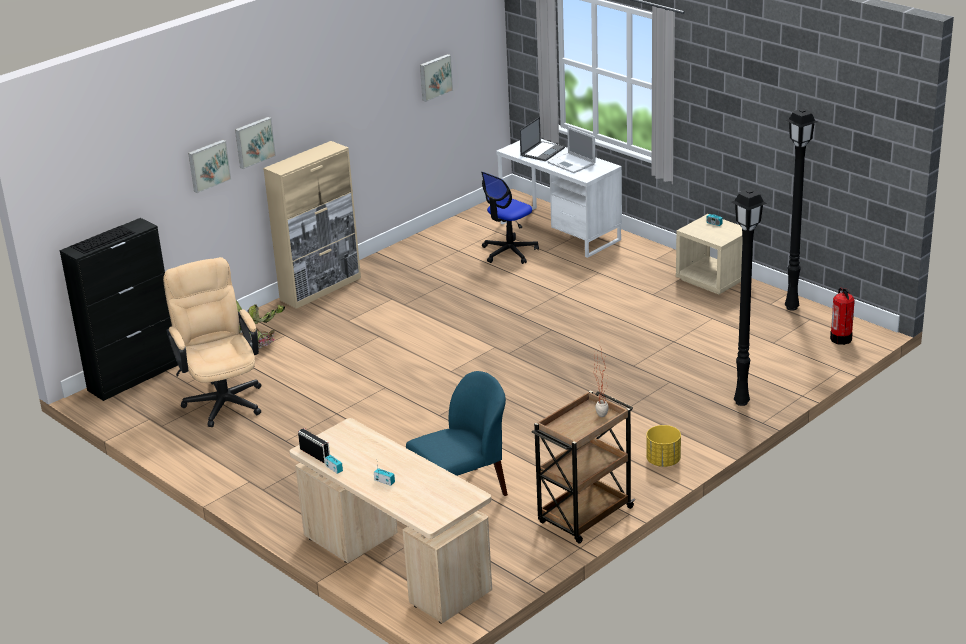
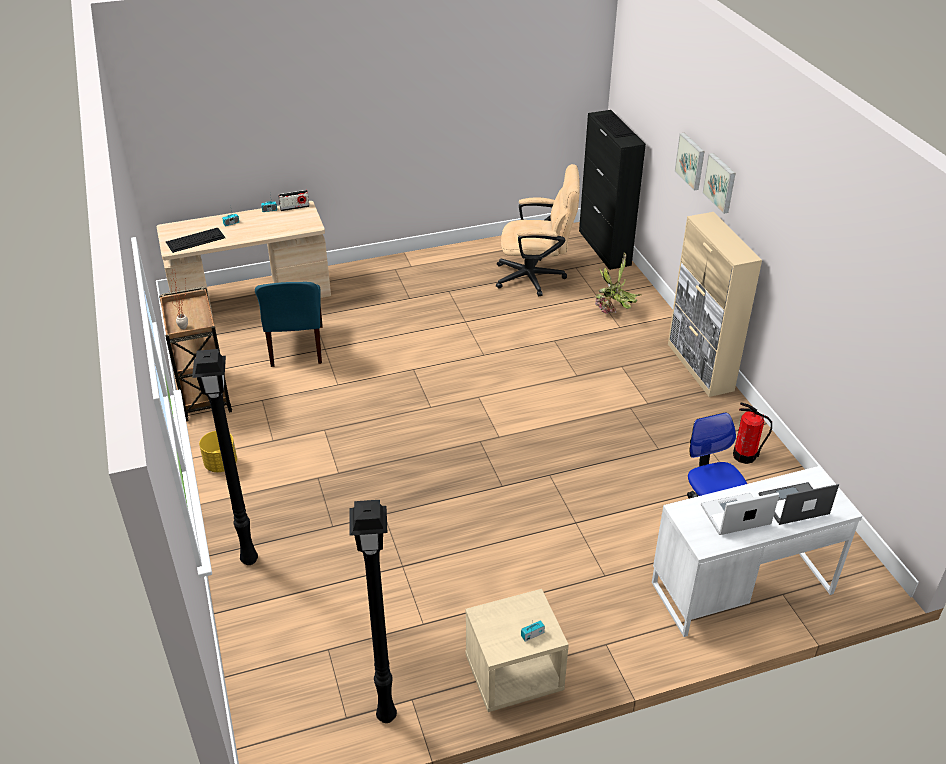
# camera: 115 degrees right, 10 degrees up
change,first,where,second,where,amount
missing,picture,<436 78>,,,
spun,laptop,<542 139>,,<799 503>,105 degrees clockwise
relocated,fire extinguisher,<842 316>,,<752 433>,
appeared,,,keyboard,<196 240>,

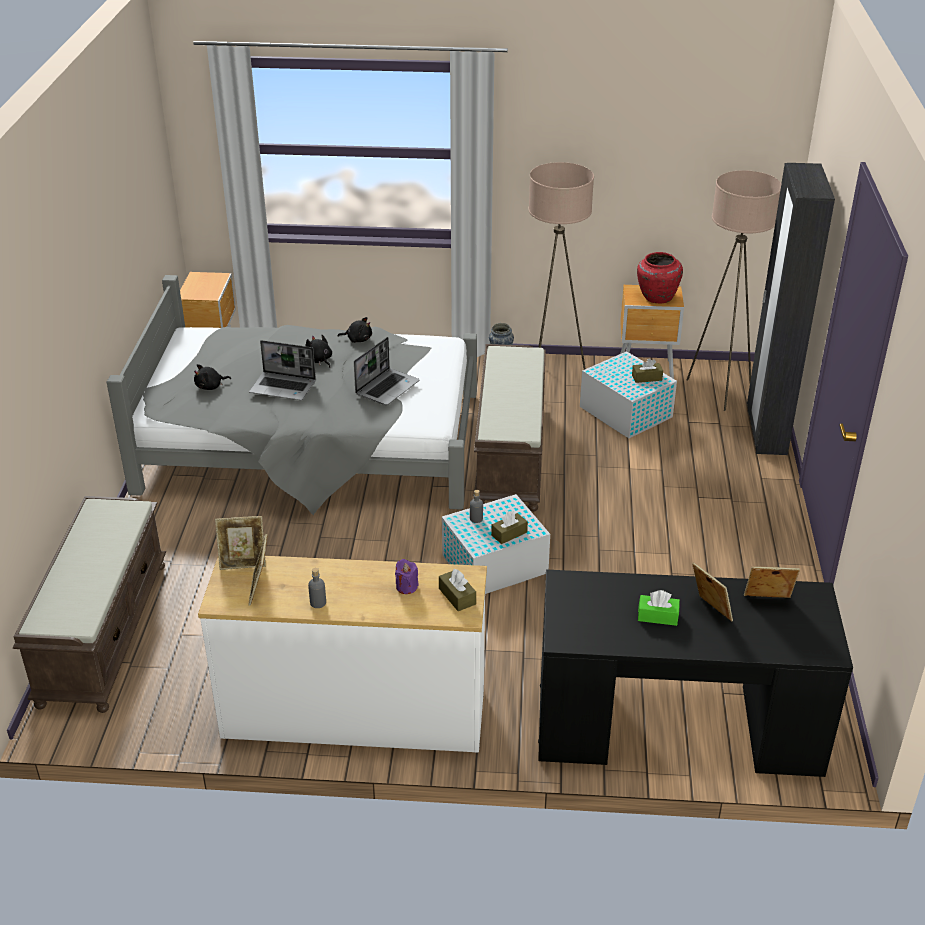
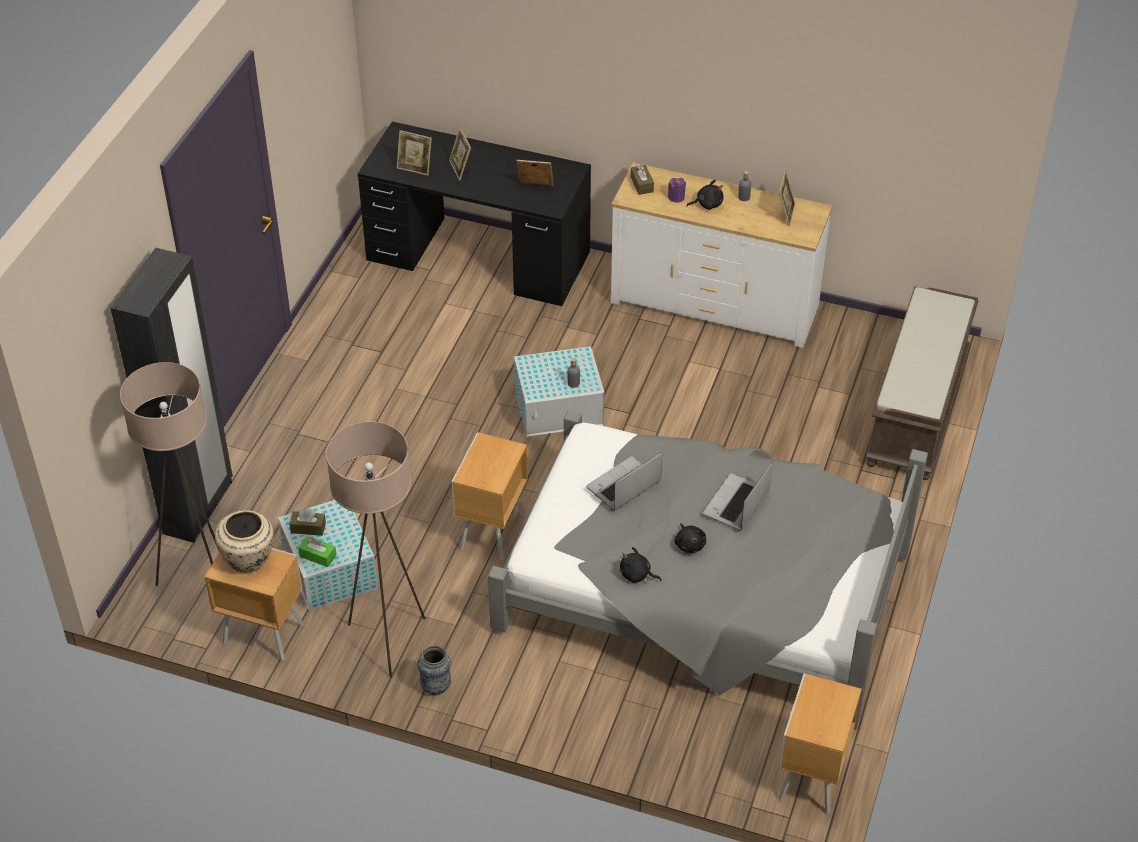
# camera: 165 degrees left, 10 degrees up
change,first,where,second,where,amount
relocated,black plush toy,<212 377>,,<705 195>,
relocated,picture frame,<240 543>,,<535 173>,
spun,laptop,<282 370>,,<737 496>,90 degrees counterclockwise
exchanged,brown bench,<510 428>,brown nightstand,<490 496>,
missing,brown tissue box,<509 527>,,,
colour,red vase,<660 278>,beige vase,<244 541>,
relocated,green tissue box,<659 608>,,<317 551>,

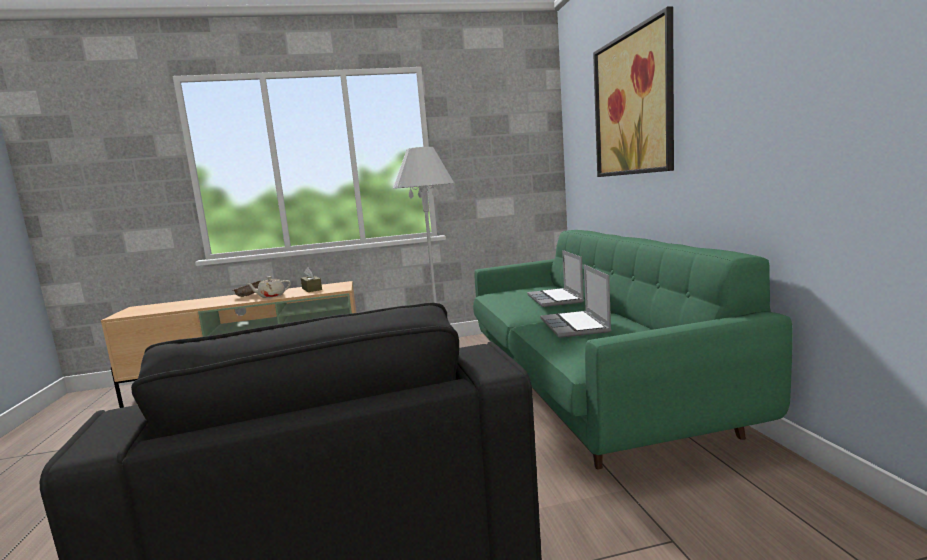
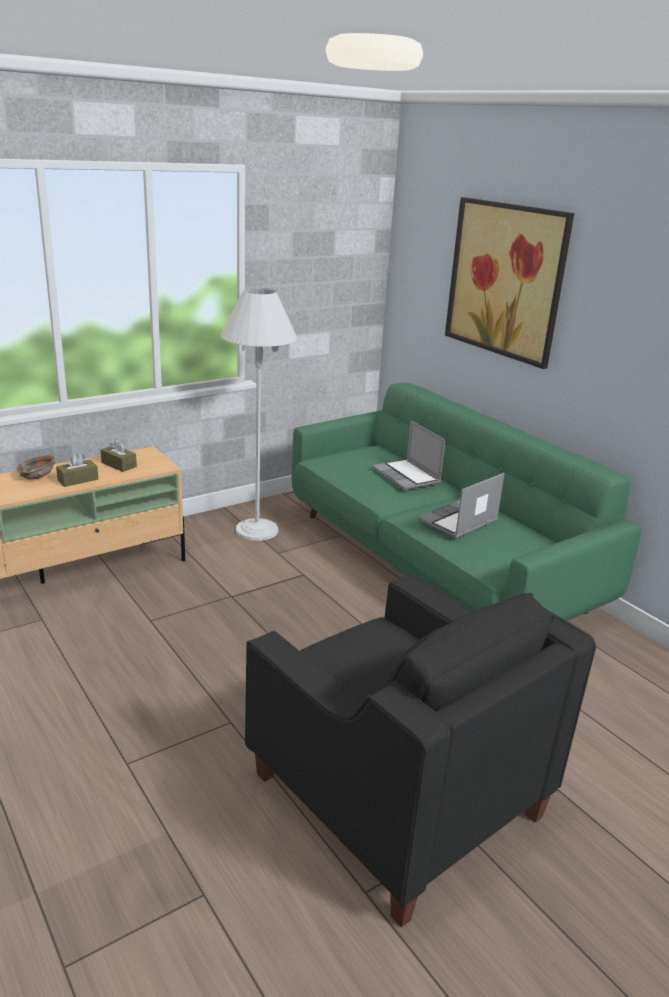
# camera: 25 degrees left, 15 degrees up
change,first,where,second,where,amount
exchanged,beige teapot,<268 287>,brown tissue box,<77 470>,
spun,laptop,<575 301>,,<461 506>,75 degrees clockwise

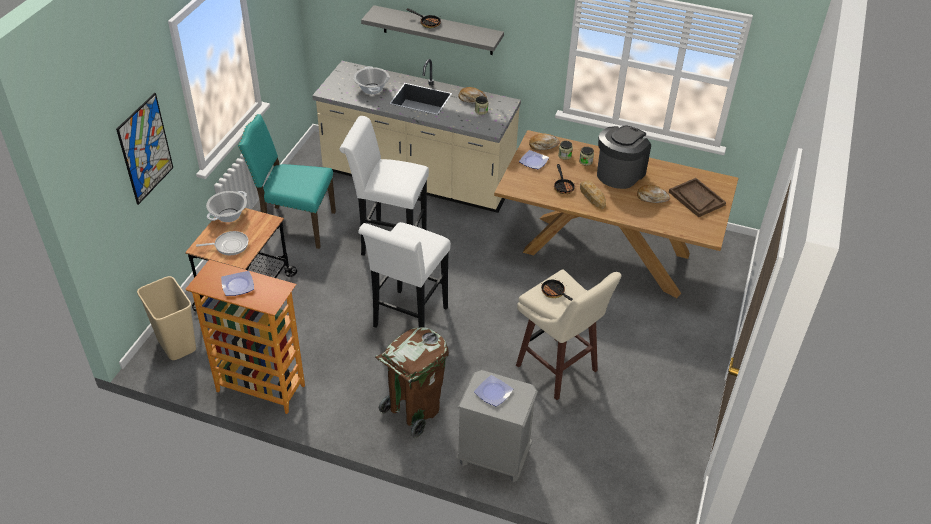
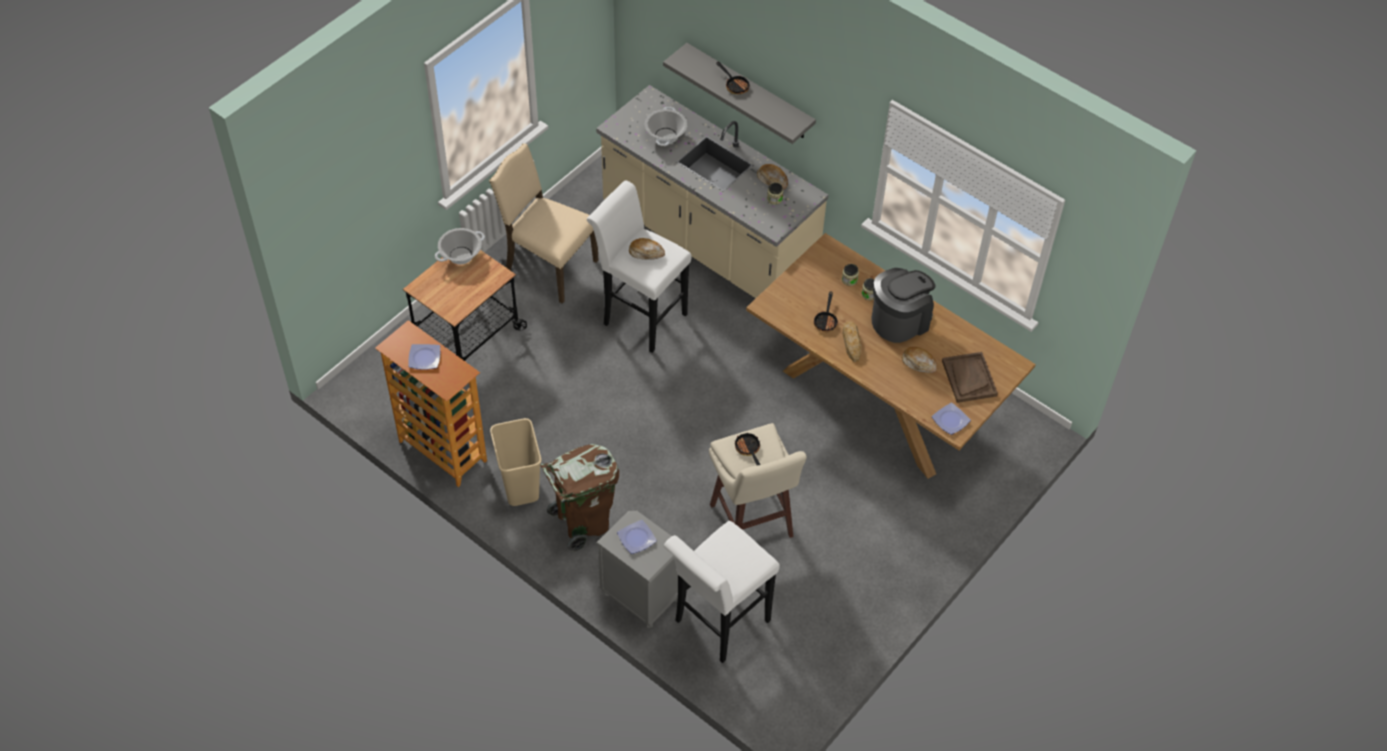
# camera: 20 degrees right, 10 degrees up
change,first,where,second,where,amount
missing,picture,<144 149>,,,
relocated,beige trash can,<166 318>,,<516 462>,
missing,frying pan,<222 243>,,,
colour,turquoise chair,<287 181>,beige chair,<543 223>,
relocated,white stool,<404 275>,,<722 592>,
relocated,plate,<534 159>,,<951 419>,
relocated,bread,<544 142>,,<647 249>,

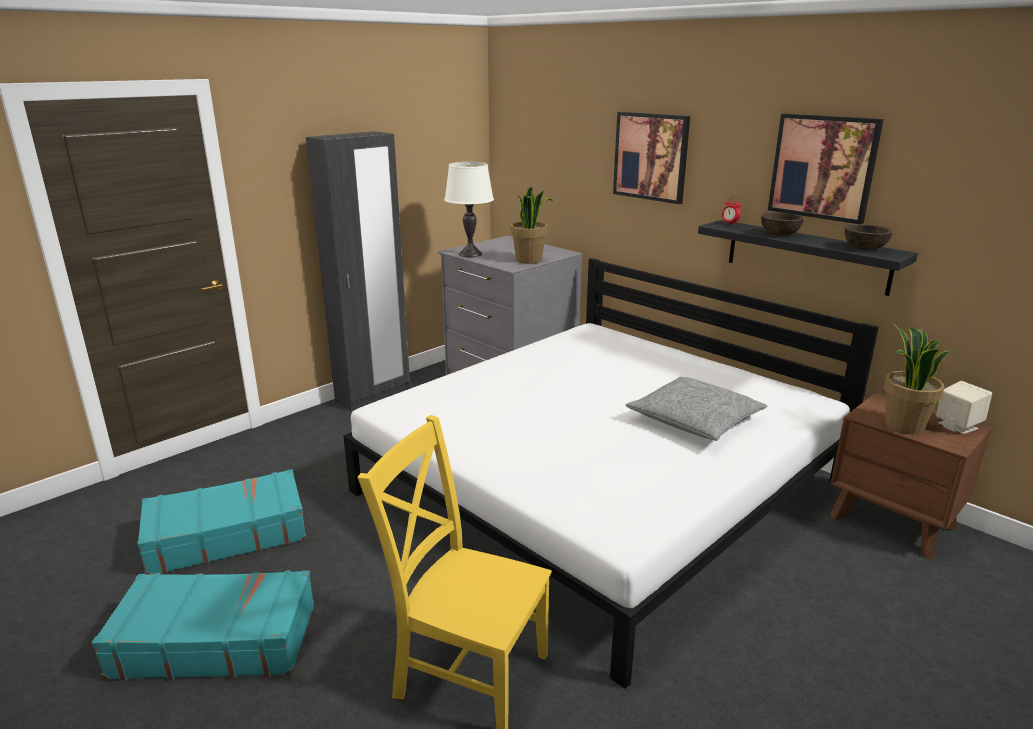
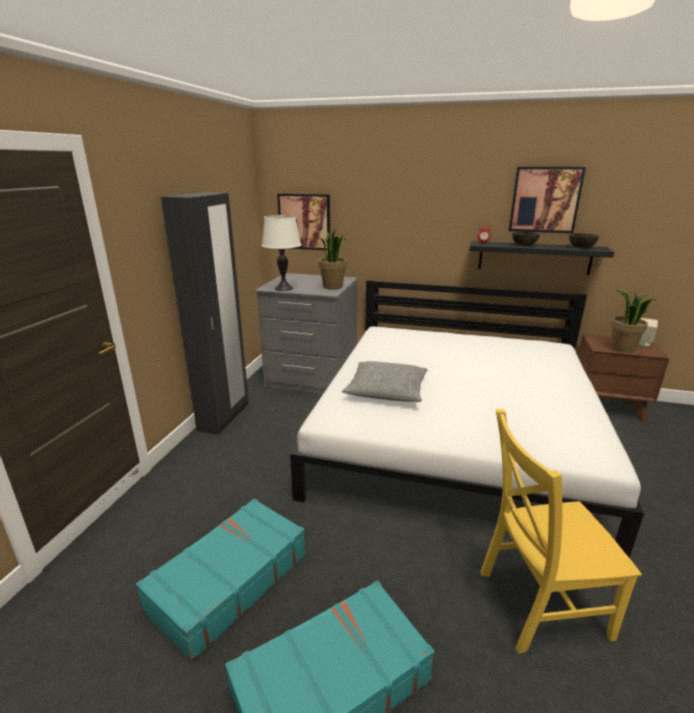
# camera: 30 degrees left, 0 degrees up
change,first,where,second,where,amount
relocated,picture,<651 158>,,<303 221>,
relocated,grey pillow,<696 409>,,<385 381>,

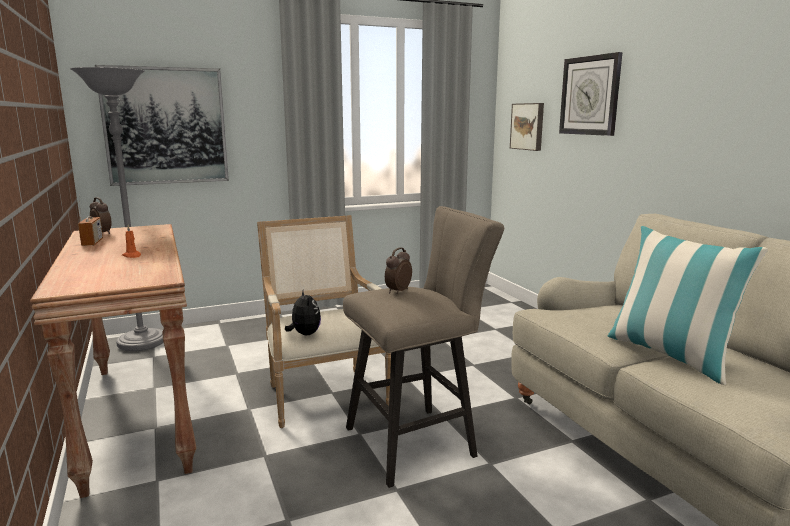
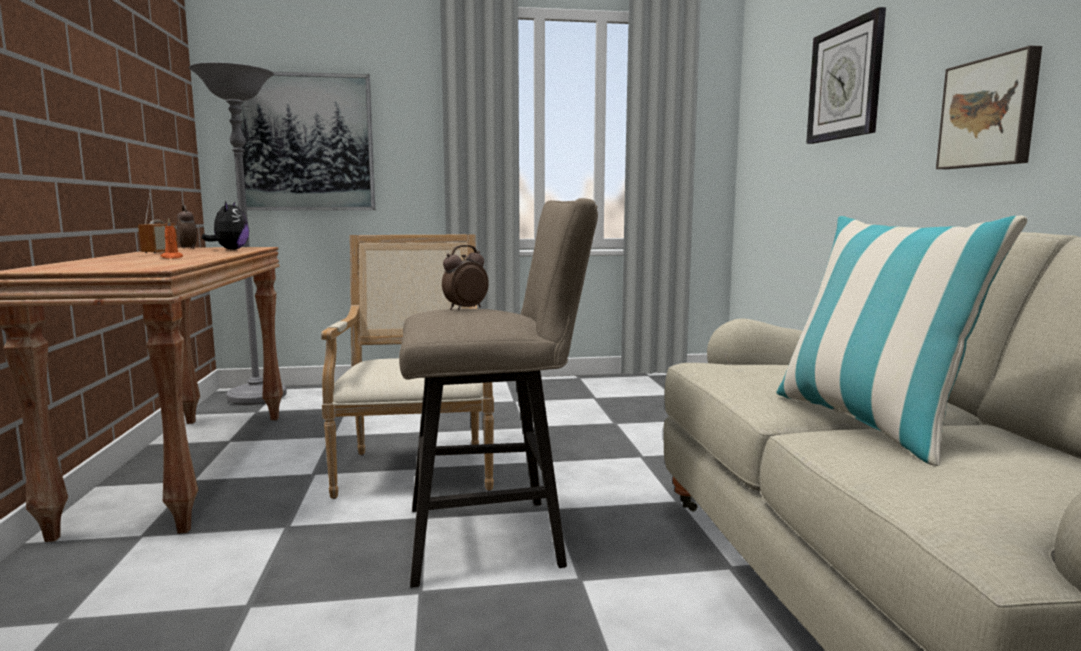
# camera: 15 degrees right, 5 degrees down
change,first,where,second,where,amount
relocated,plush toy,<303 312>,,<225 225>,
relocated,picture,<527 127>,,<989 107>,

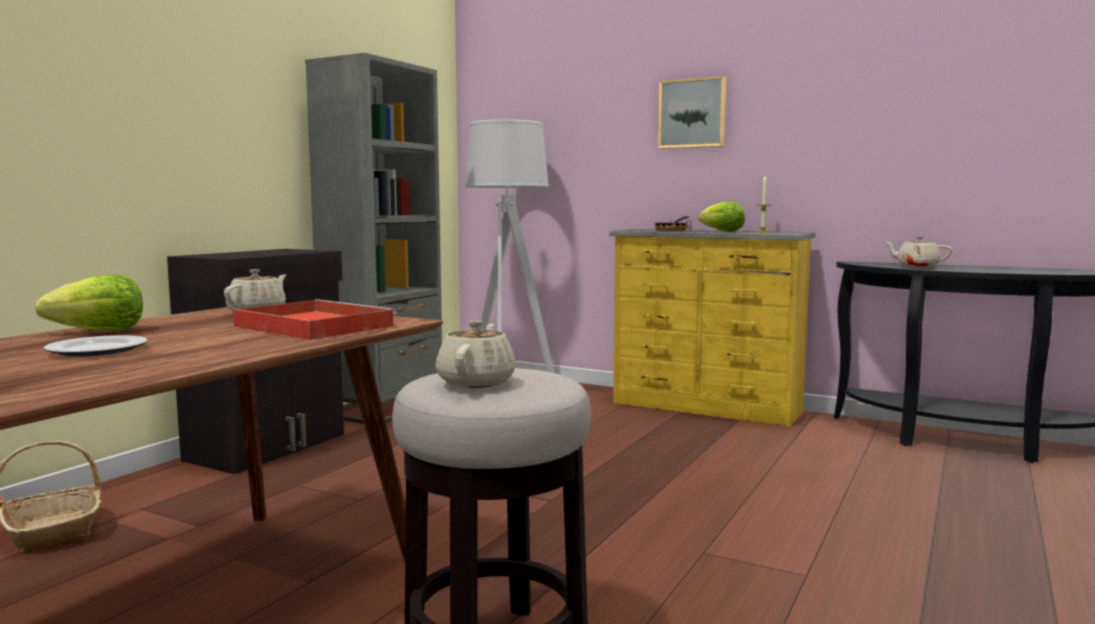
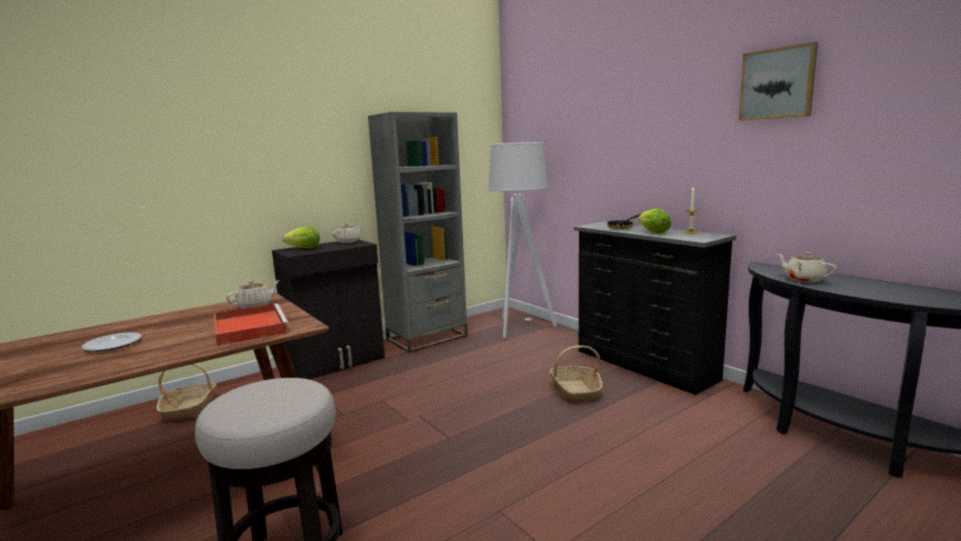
# camera: 25 degrees right, 5 degrees up
change,first,where,second,where,amount
relocated,lettuce,<89 303>,,<301 237>,
relocated,beige teapot,<475 354>,,<347 233>,
colour,yellow dresser,<712 328>,black dresser,<655 308>,
relocated,picture,<692 112>,,<778 81>,
appeared,,,basket,<576 374>,

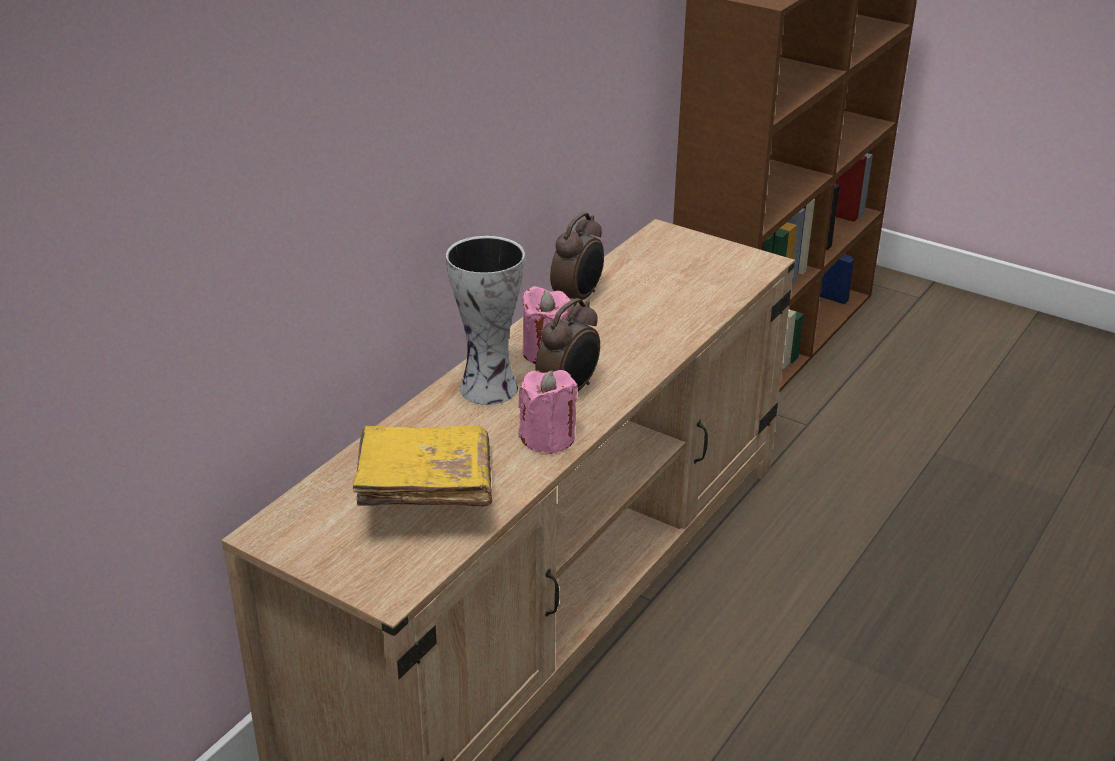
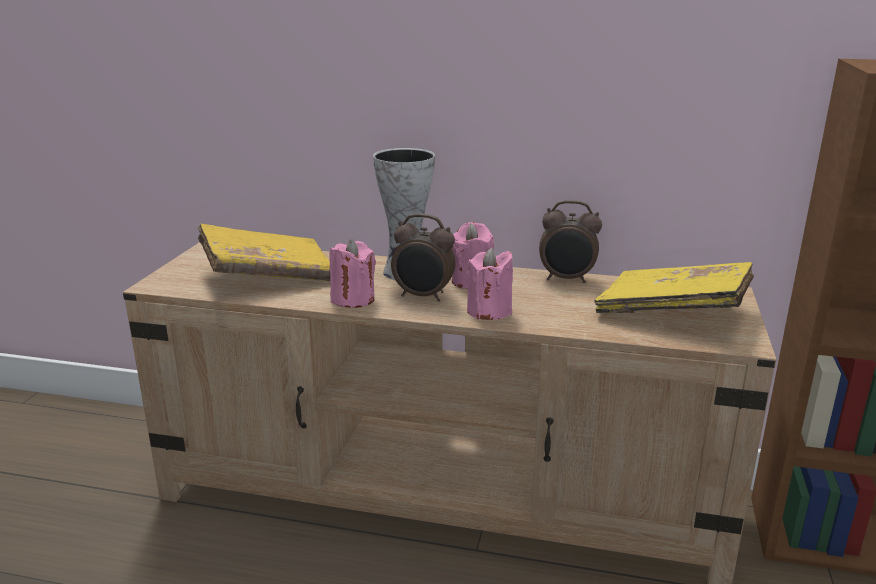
# camera: 70 degrees right, 10 degrees down
change,first,where,second,where,amount
appeared,,,pink candle,<489 284>,
appeared,,,yellow book,<674 287>,

